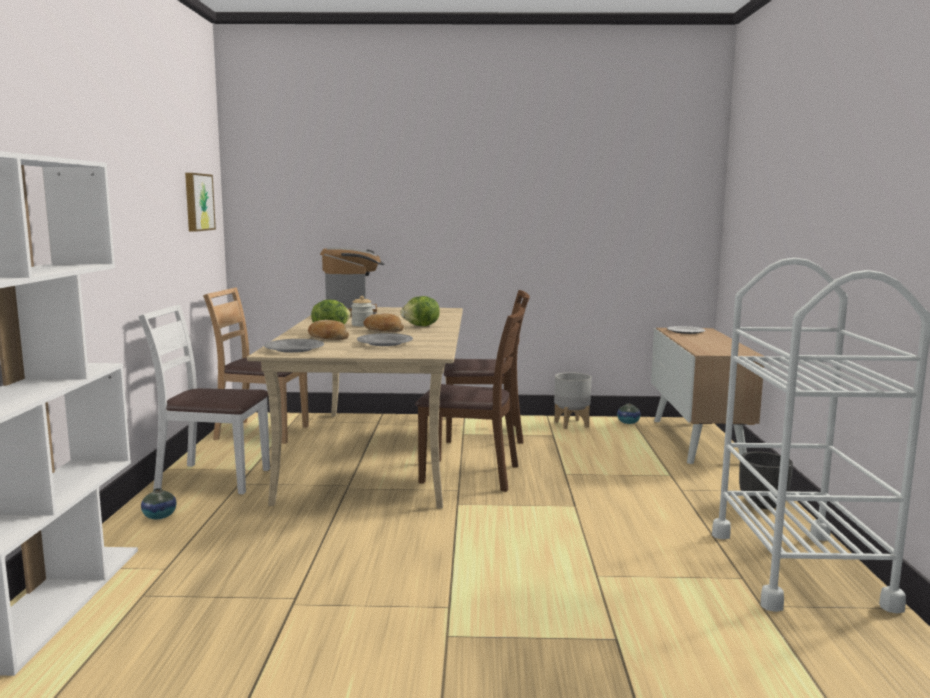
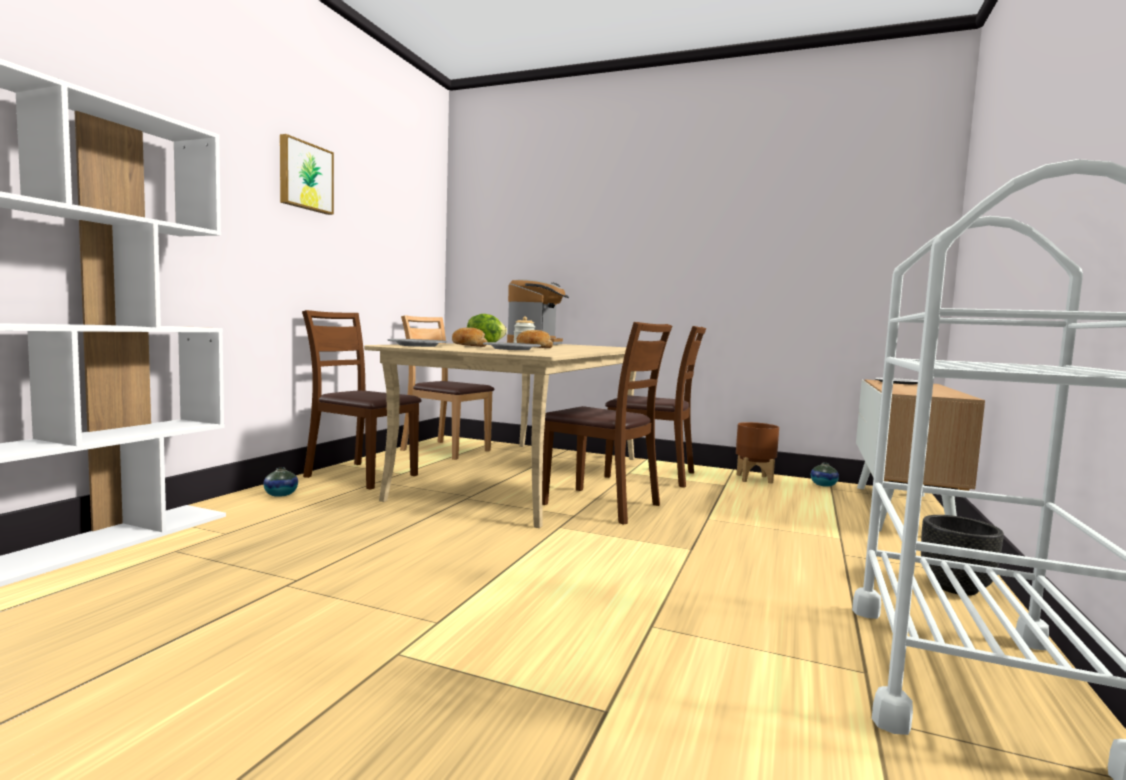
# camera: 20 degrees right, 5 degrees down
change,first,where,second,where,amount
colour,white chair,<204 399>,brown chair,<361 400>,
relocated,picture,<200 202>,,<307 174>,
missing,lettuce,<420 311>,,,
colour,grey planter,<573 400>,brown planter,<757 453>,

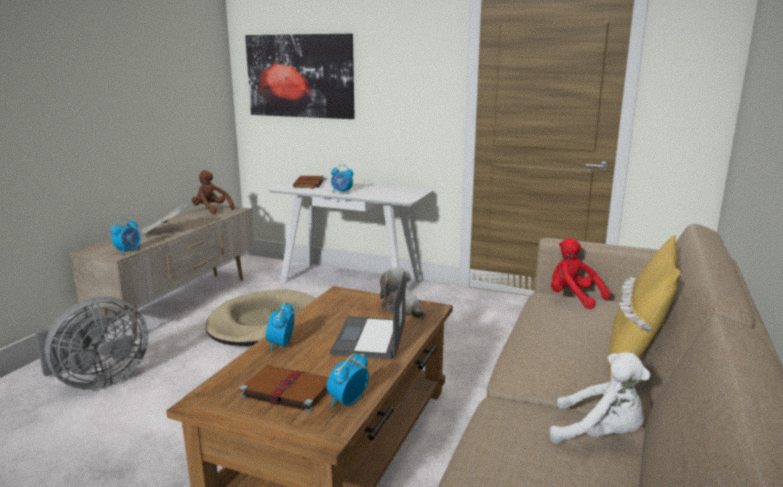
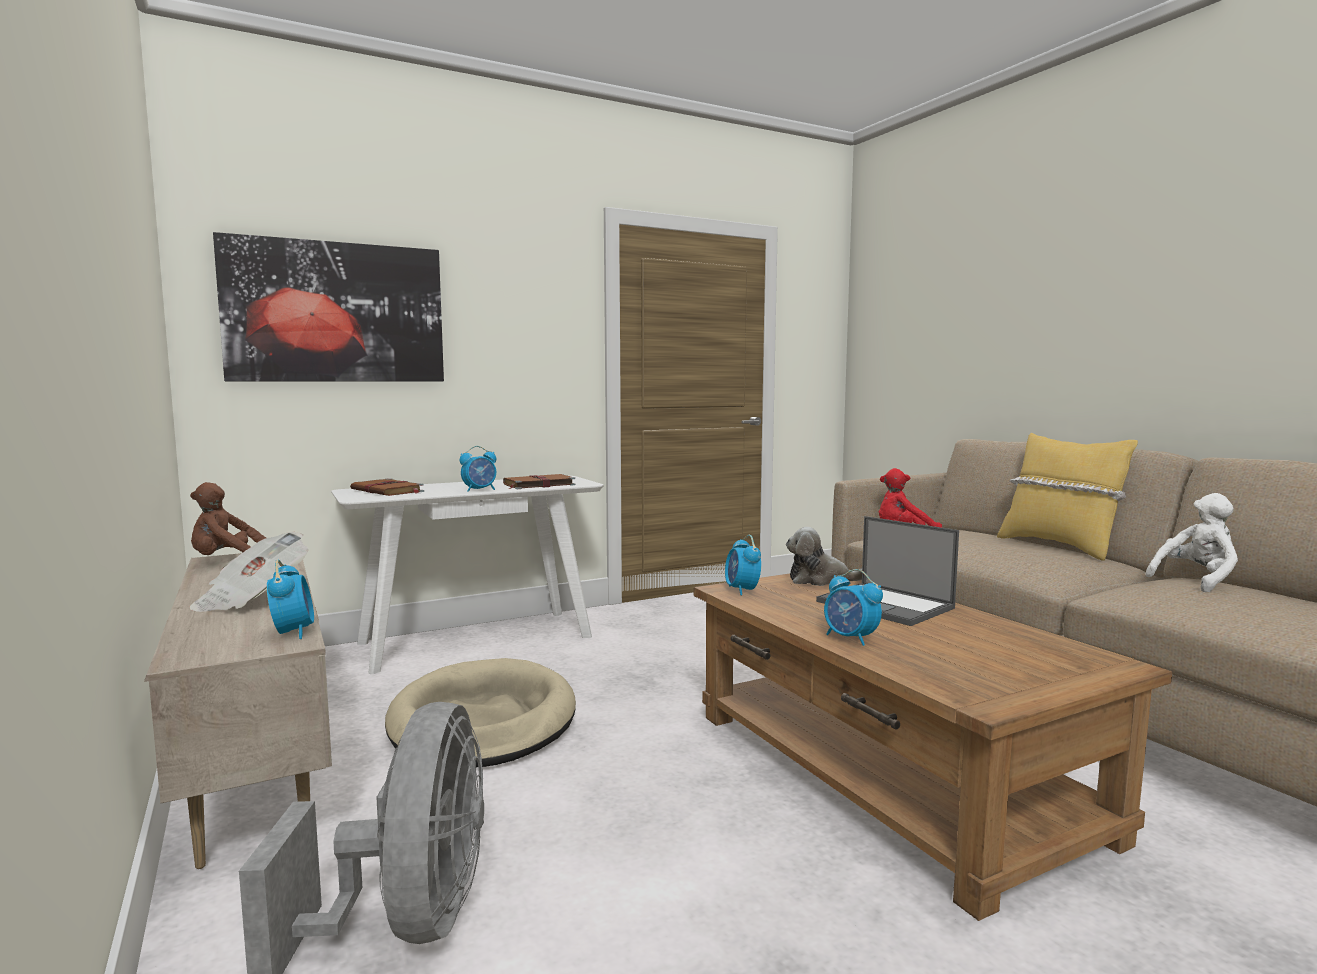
# camera: 50 degrees left, 10 degrees down
change,first,where,second,where,amount
relocated,brown book,<284 389>,,<539 481>,
relocated,alarm clock,<348 380>,,<743 565>,

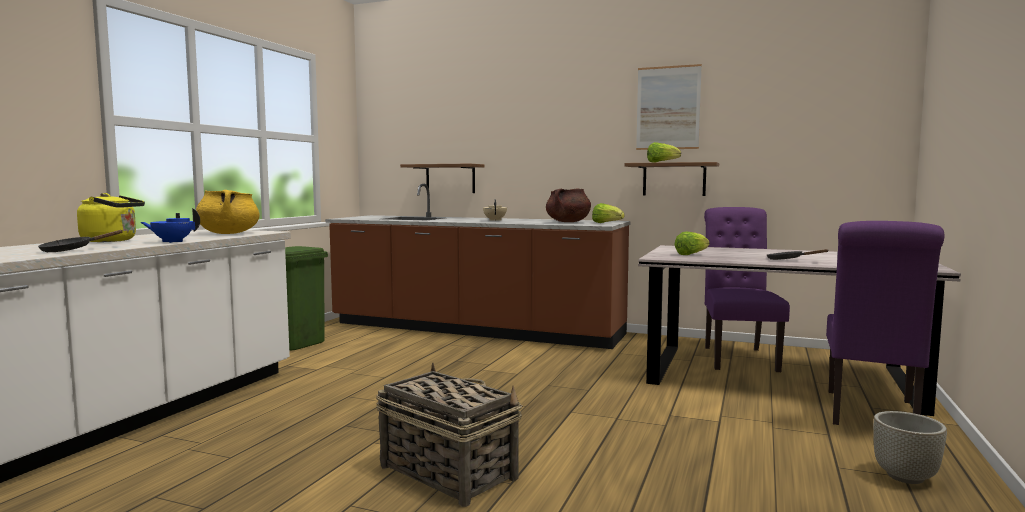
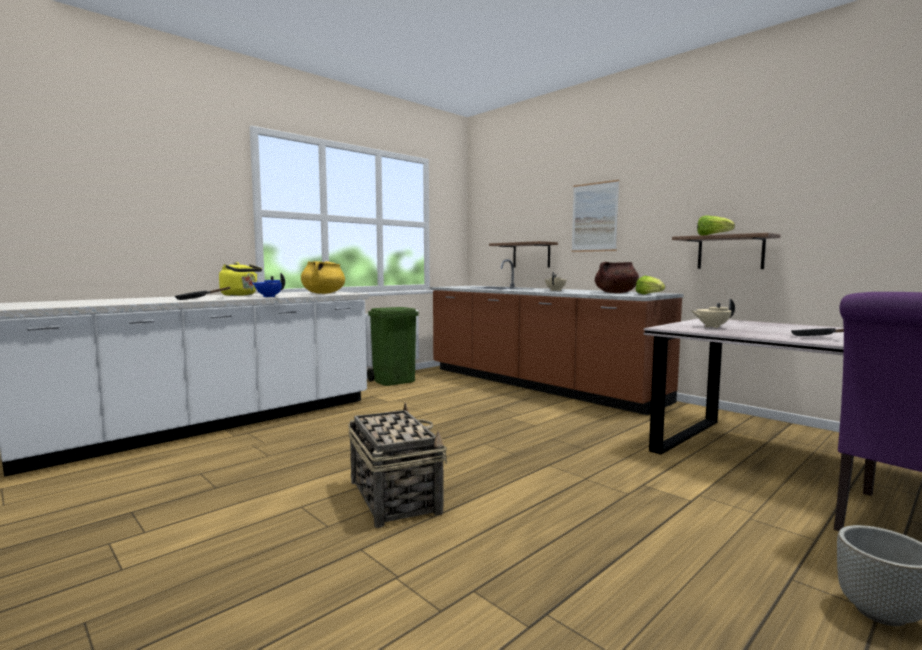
# camera: 25 degrees right, 0 degrees up
change,first,where,second,where,amount
relocated,picture,<669 107>,,<595 216>,
exchanged,lettuce,<692 243>,beige teapot,<713 313>,
missing,purple chair,<747 289>,,,

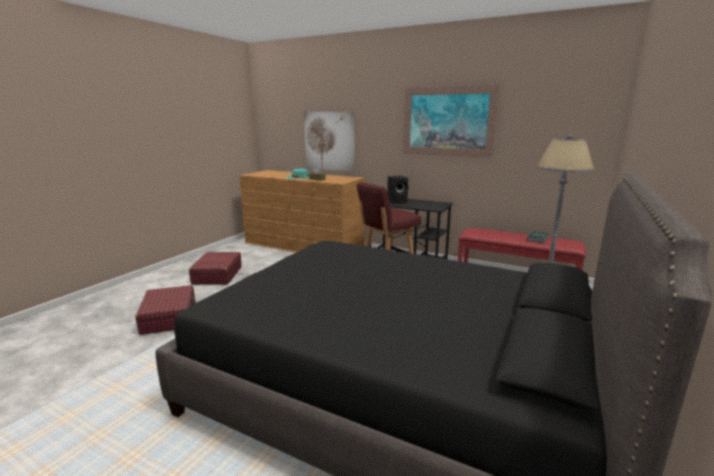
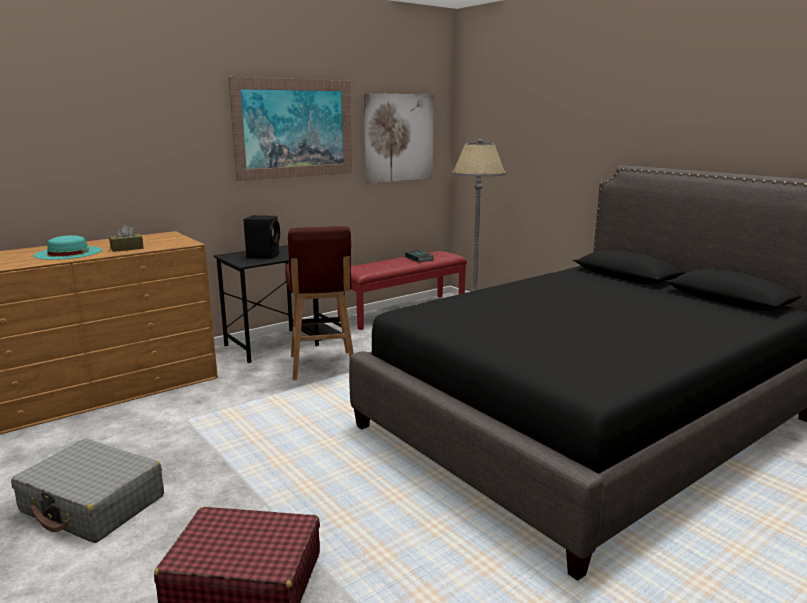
# camera: 65 degrees left, 0 degrees up
change,first,where,second,where,amount
colour,red suitcase,<215 268>,grey suitcase,<87 491>,
relocated,picture,<329 141>,,<399 138>,

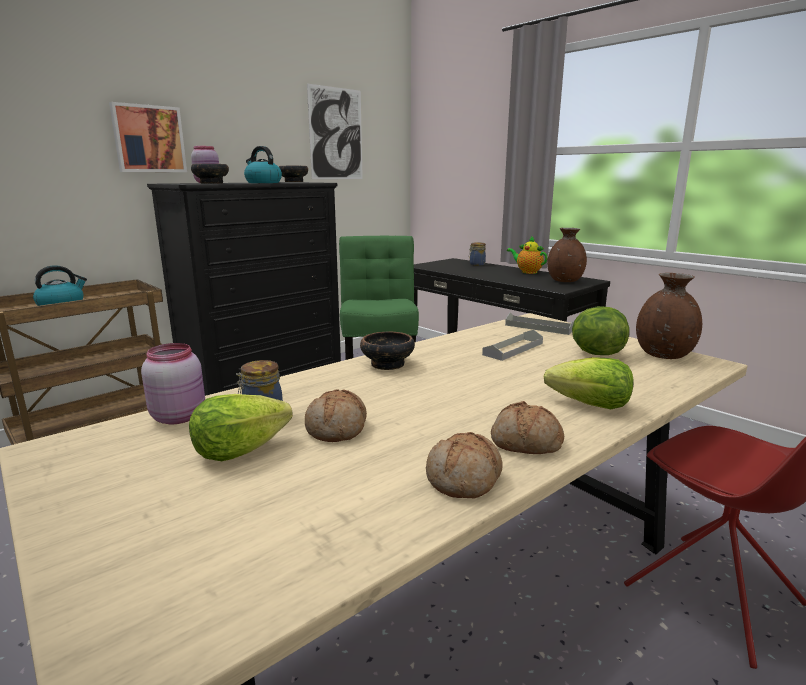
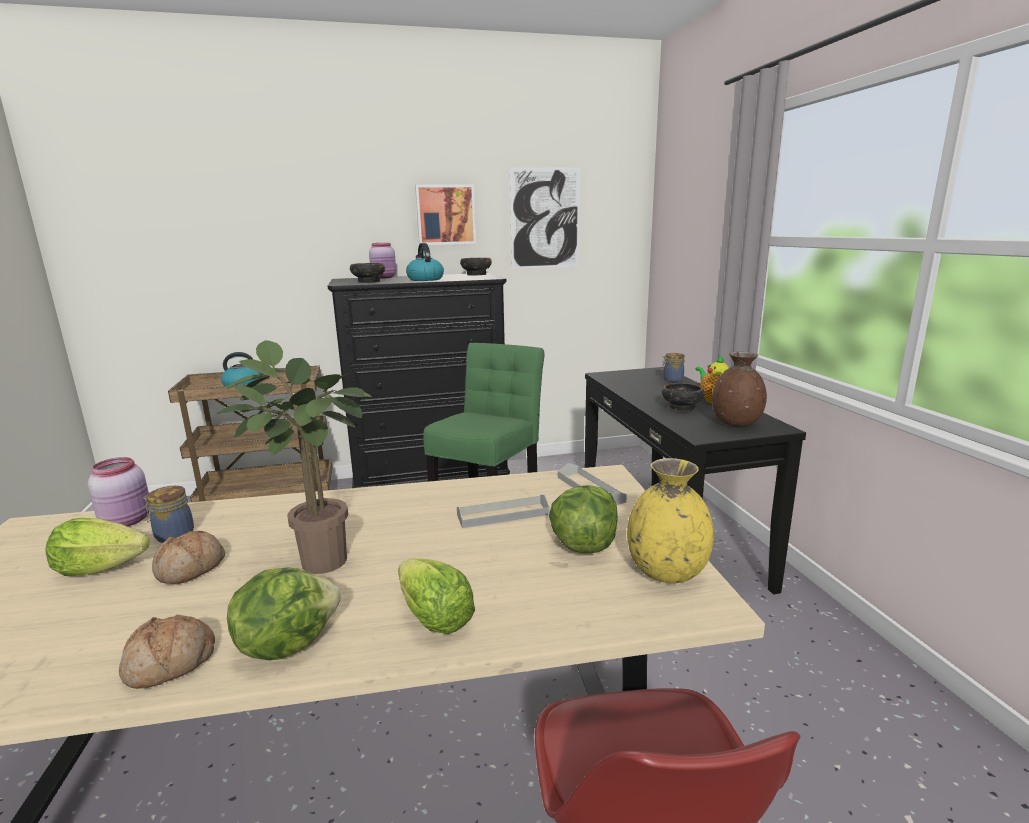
# camera: 30 degrees right, 0 degrees up
change,first,where,second,where,amount
relocated,picture,<148 137>,,<445 214>,
relocated,bowl,<387 350>,,<683 397>,
exchanged,bread,<527 427>,lettuce,<284 614>,
colour,brown vase,<669 316>,yellow vase,<670 520>,
appeared,,,potted plant,<294 457>,

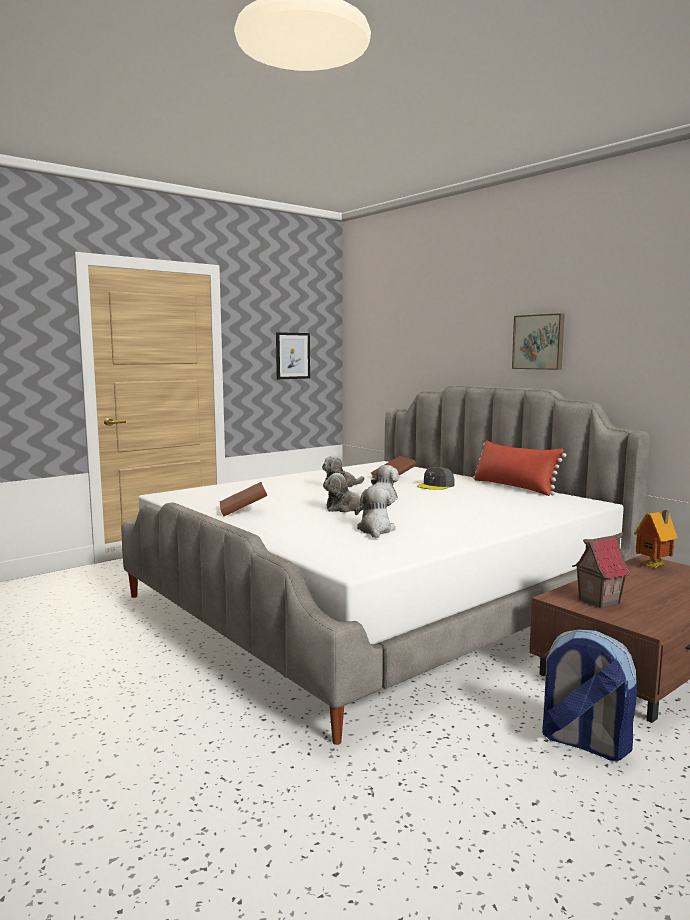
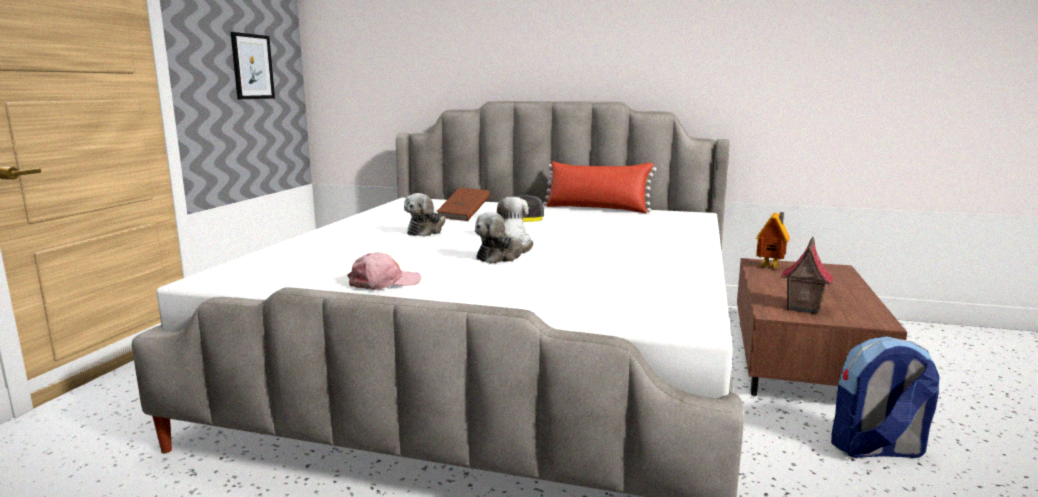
# camera: 35 degrees left, 5 degrees up
change,first,where,second,where,amount
exchanged,brown book,<243 499>,pink cap,<384 271>,
missing,plush toy,<375 512>,,,
missing,picture,<538 341>,,,

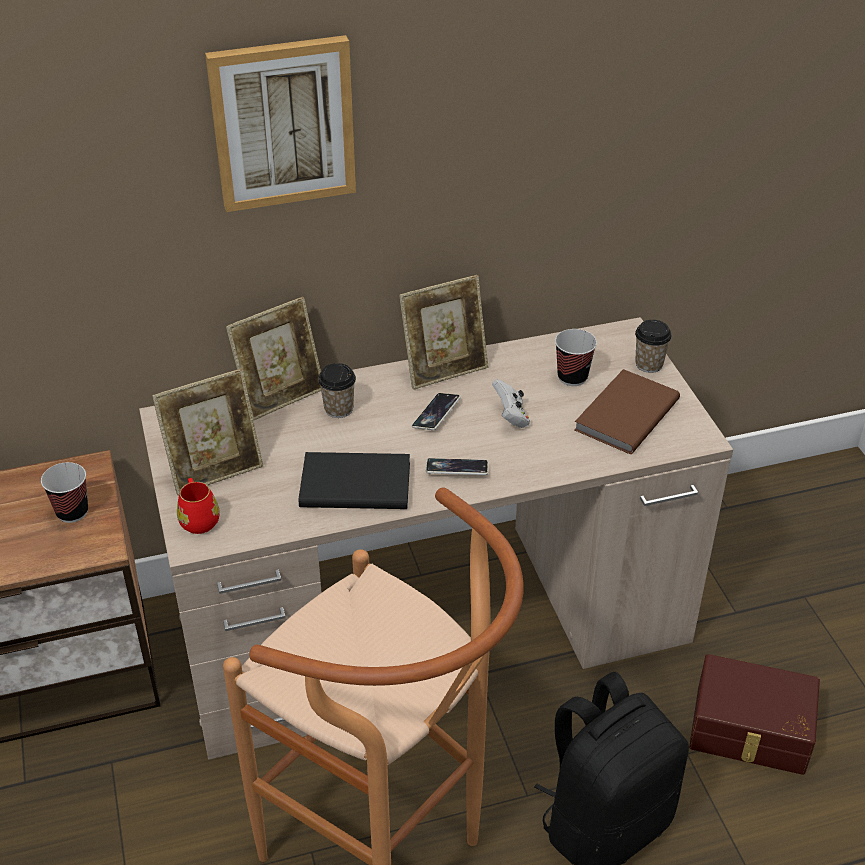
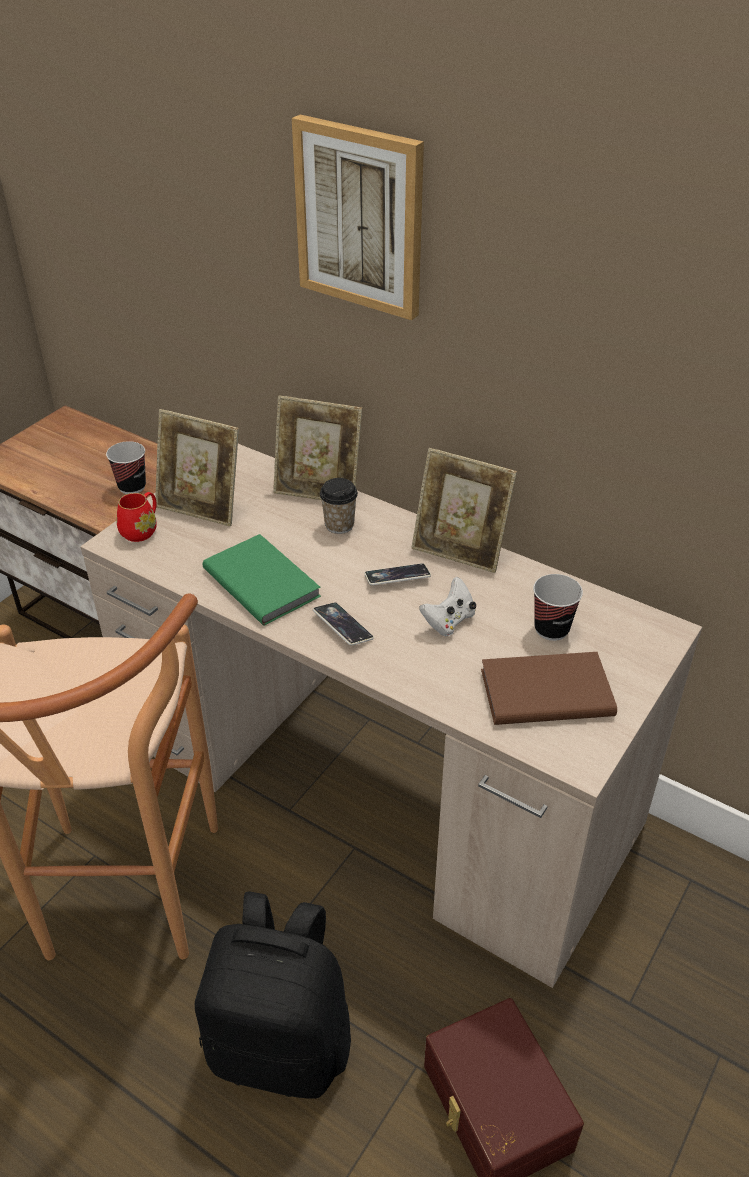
# camera: 50 degrees right, 0 degrees up
change,first,where,second,where,amount
colour,black book,<354 480>,green book,<262 580>,
missing,cup,<653 346>,,,

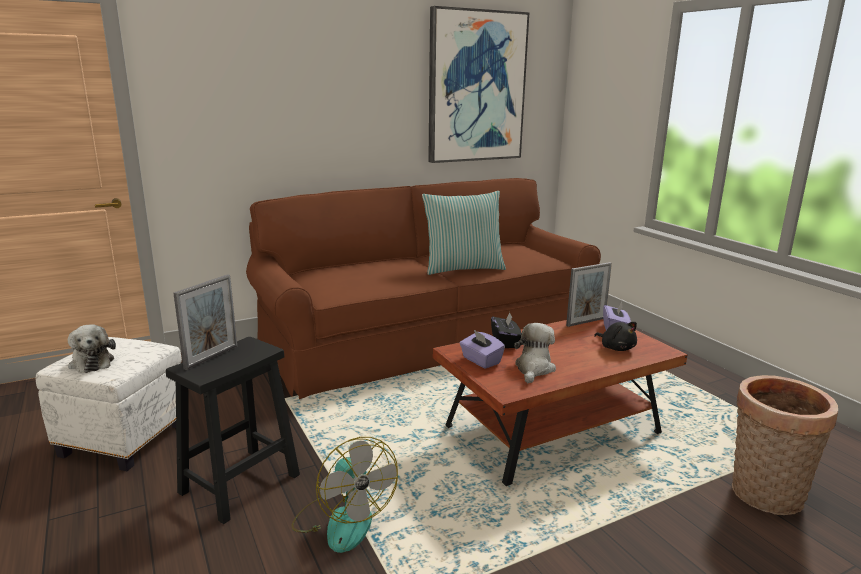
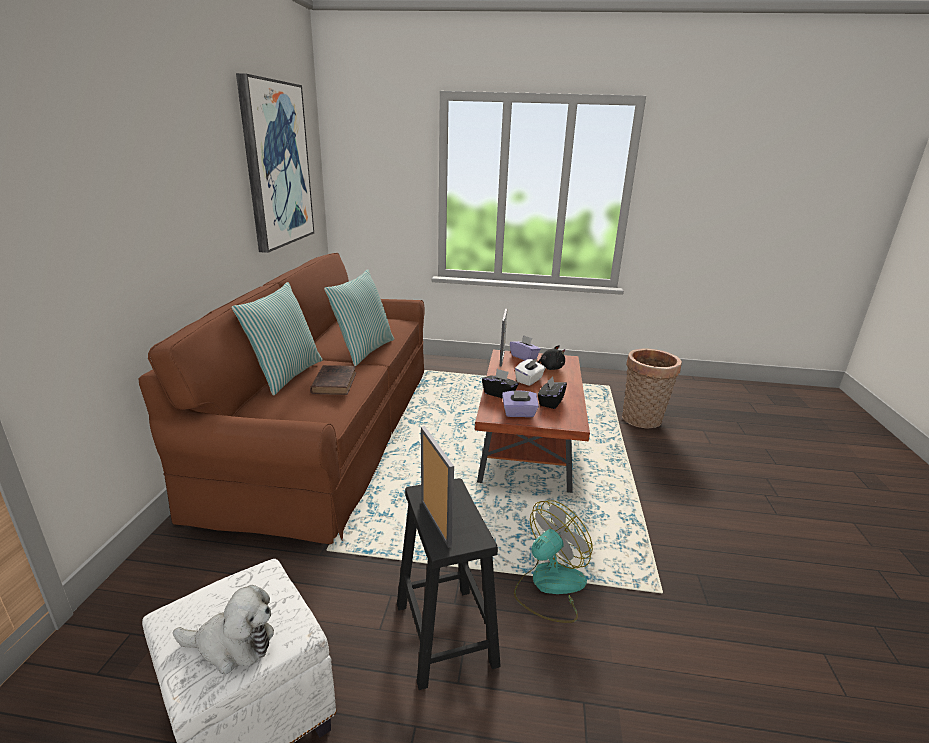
# camera: 55 degrees left, 5 degrees up
change,first,where,second,where,amount
spun,fan,<344 495>,,<553 561>,45 degrees counterclockwise
exchanged,plush toy,<535 353>,black tissue box,<552 392>,
appeared,,,pillow,<277 339>,
appeared,,,brown book,<333 380>,
appeared,,,white tissue box,<530 372>,

